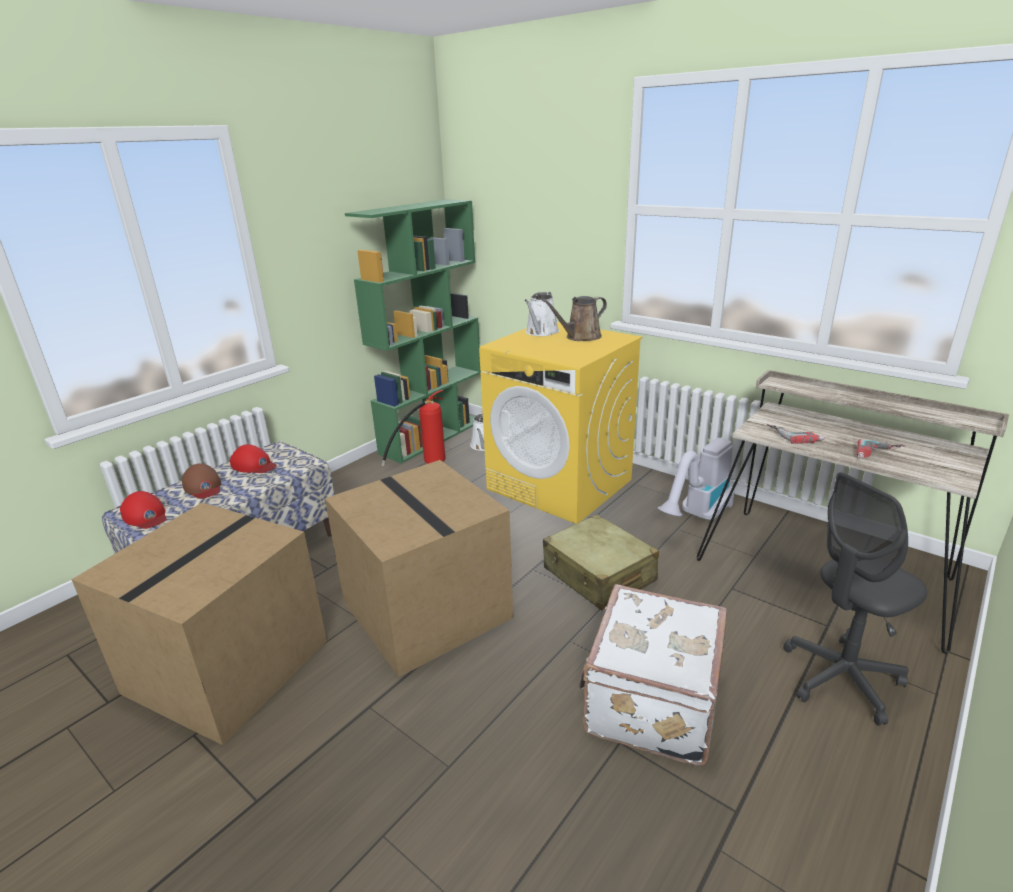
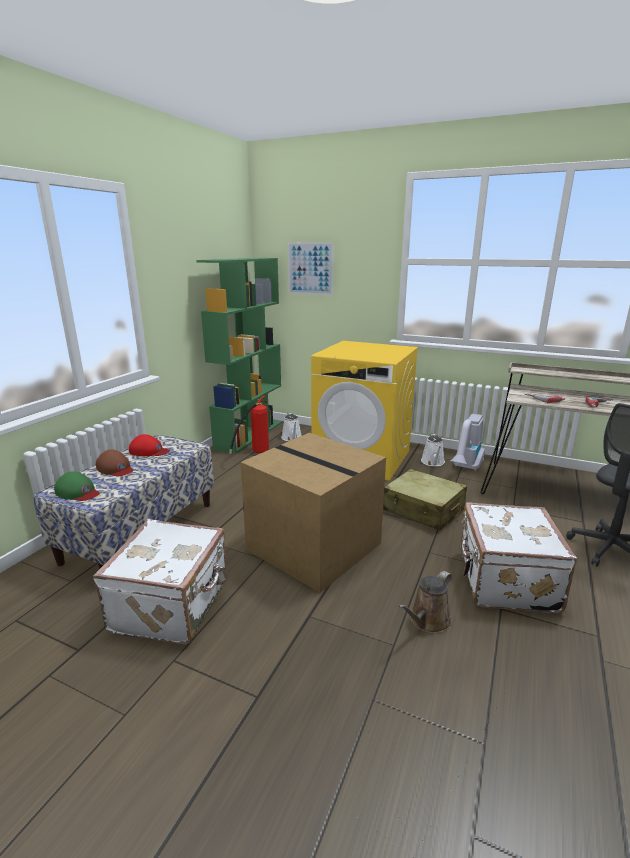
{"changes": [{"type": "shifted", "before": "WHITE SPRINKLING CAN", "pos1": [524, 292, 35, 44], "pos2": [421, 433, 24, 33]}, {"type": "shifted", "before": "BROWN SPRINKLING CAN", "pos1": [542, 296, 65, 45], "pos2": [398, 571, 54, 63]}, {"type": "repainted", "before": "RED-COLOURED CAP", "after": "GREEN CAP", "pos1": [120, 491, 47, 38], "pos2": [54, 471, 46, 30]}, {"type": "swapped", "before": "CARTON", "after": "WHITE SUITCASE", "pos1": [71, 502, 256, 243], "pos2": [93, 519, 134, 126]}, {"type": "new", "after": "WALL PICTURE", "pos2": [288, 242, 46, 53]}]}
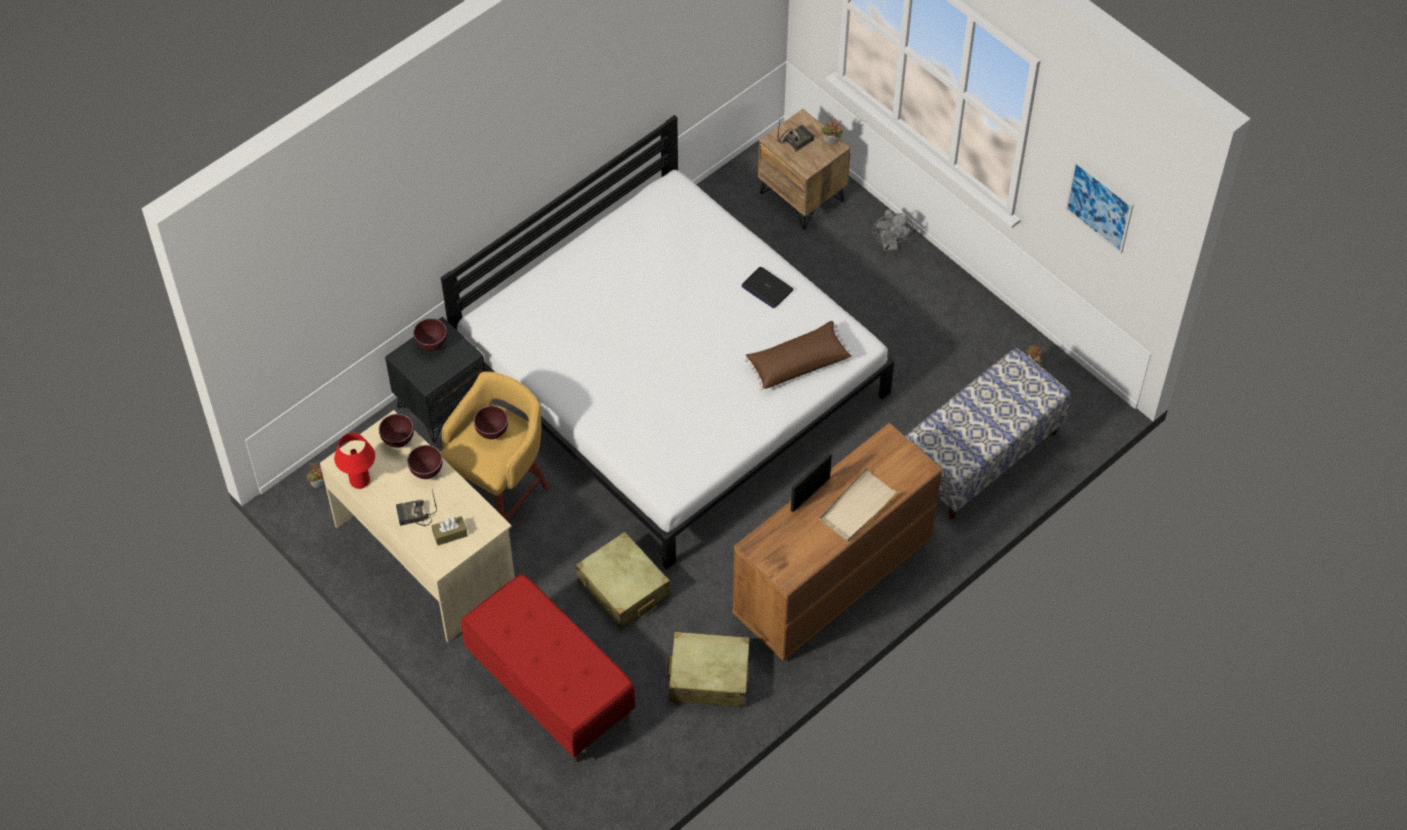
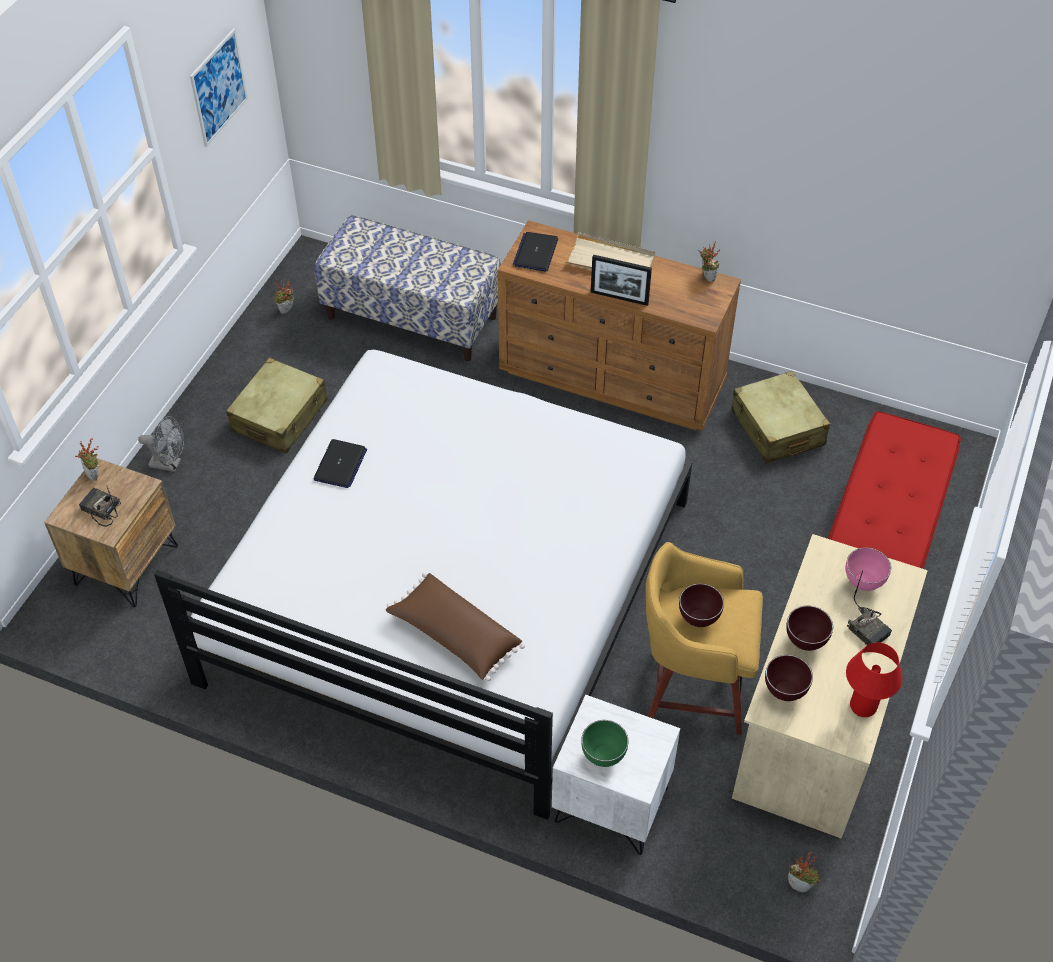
{"changes": [{"type": "rotated", "before": "GREY FAN", "pos1": [872, 209, 41, 42], "pos2": [138, 416, 46, 56], "turn": 45}, {"type": "repainted", "before": "BLACK-COLOURED NIGHTSTAND", "after": "WHITE NIGHTSTAND", "pos1": [385, 317, 100, 126], "pos2": [552, 695, 128, 160]}, {"type": "repainted", "before": "BROWN DEEP DISH", "after": "GREEN DEEP DISH", "pos1": [413, 318, 34, 33], "pos2": [581, 720, 48, 47]}, {"type": "shifted", "before": "BROWN THROW PILLOW", "pos1": [744, 321, 110, 69], "pos2": [386, 573, 139, 108]}, {"type": "swapped", "before": "BROWN TISSUE HOLDER", "after": "PINKISH DEEP DISH", "pos1": [432, 516, 36, 29], "pos2": [846, 547, 45, 44]}, {"type": "shifted", "before": "SAND-COLOURED SUITCASE", "pos1": [576, 532, 95, 97], "pos2": [226, 358, 102, 96]}, {"type": "new", "after": "NOTEBOOK COMPUTER", "pos2": [513, 232, 45, 40]}, {"type": "new", "after": "POTTED PLANT", "pos2": [699, 241, 21, 41]}]}
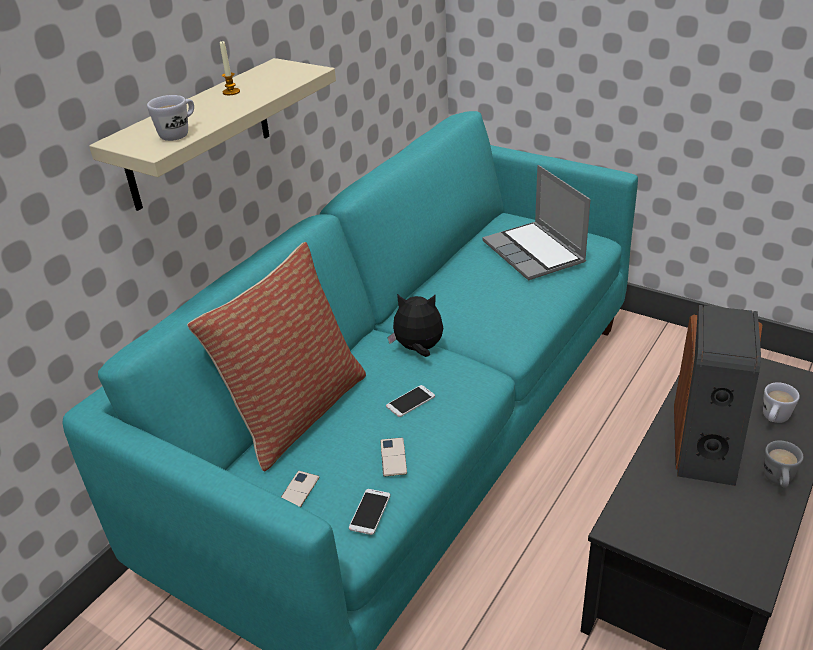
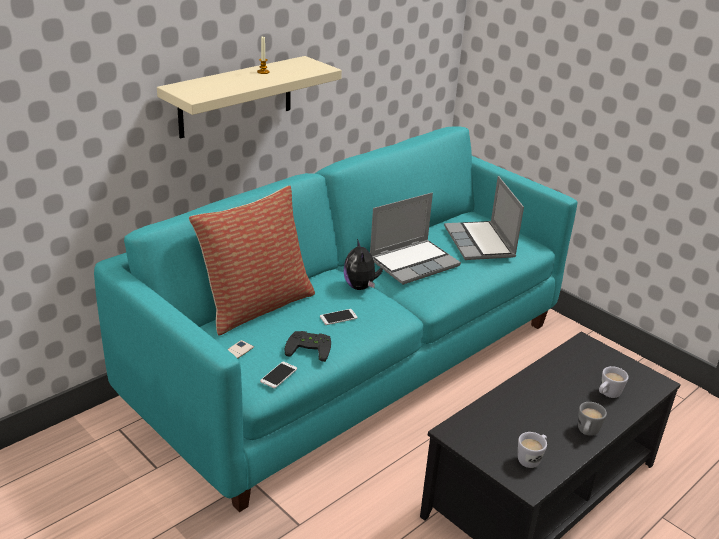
{"changes": [{"type": "shifted", "before": "WHITE MUG", "pos1": [147, 95, 47, 46], "pos2": [518, 432, 29, 36]}, {"type": "rotated", "before": "PLUSH TOY", "pos1": [387, 294, 56, 63], "pos2": [344, 239, 39, 51], "turn": -120}, {"type": "gone", "before": "SPEAKER", "pos1": [674, 305, 89, 181]}, {"type": "swapped", "before": "HANDSET", "after": "BLACK-COLOURED JOYPAD", "pos1": [380, 437, 27, 40], "pos2": [285, 331, 46, 31]}, {"type": "new", "after": "NOTEBOOK COMPUTER", "pos2": [370, 193, 91, 92]}]}
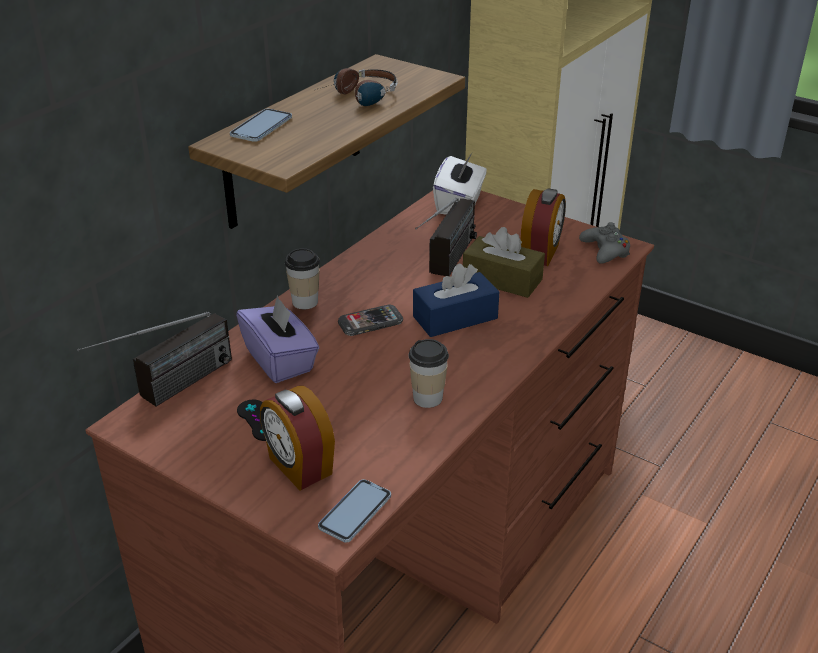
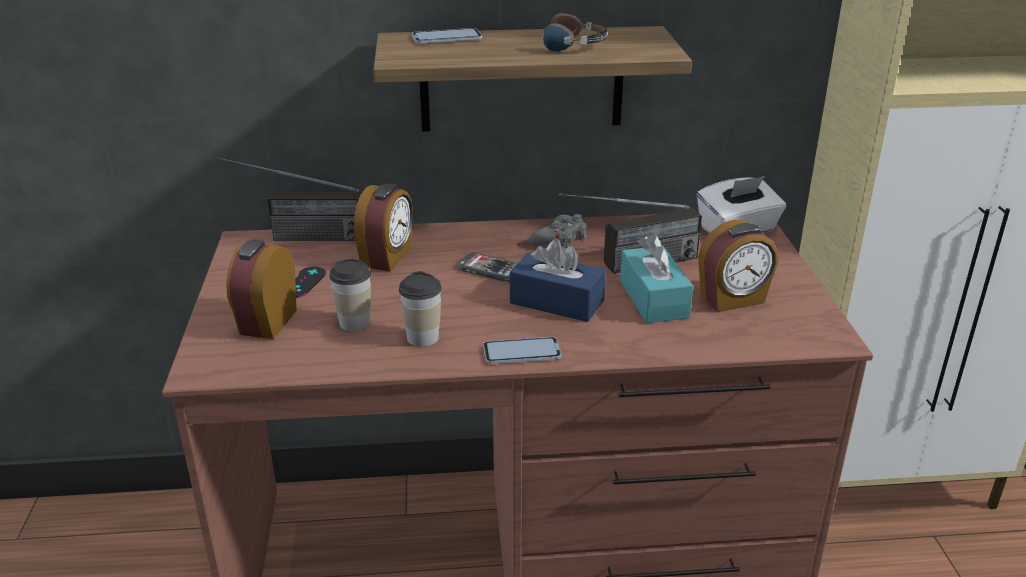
{"changes": [{"type": "shifted", "before": "GREY JOYPAD", "pos1": [579, 222, 51, 42], "pos2": [528, 214, 59, 34]}, {"type": "repainted", "before": "BROWN TISSUE HOLDER", "after": "TURQUOISE TISSUE HOLDER", "pos1": [463, 227, 82, 71], "pos2": [620, 234, 73, 89]}, {"type": "shifted", "before": "CUP", "pos1": [285, 248, 35, 61], "pos2": [329, 259, 42, 72]}, {"type": "swapped", "before": "PURPLE TISSUE HOLDER", "after": "BEDSIDE CLOCK", "pos1": [236, 295, 83, 88], "pos2": [354, 184, 59, 88]}, {"type": "shifted", "before": "HANDSET", "pos1": [318, 479, 73, 64], "pos2": [483, 337, 78, 27]}]}
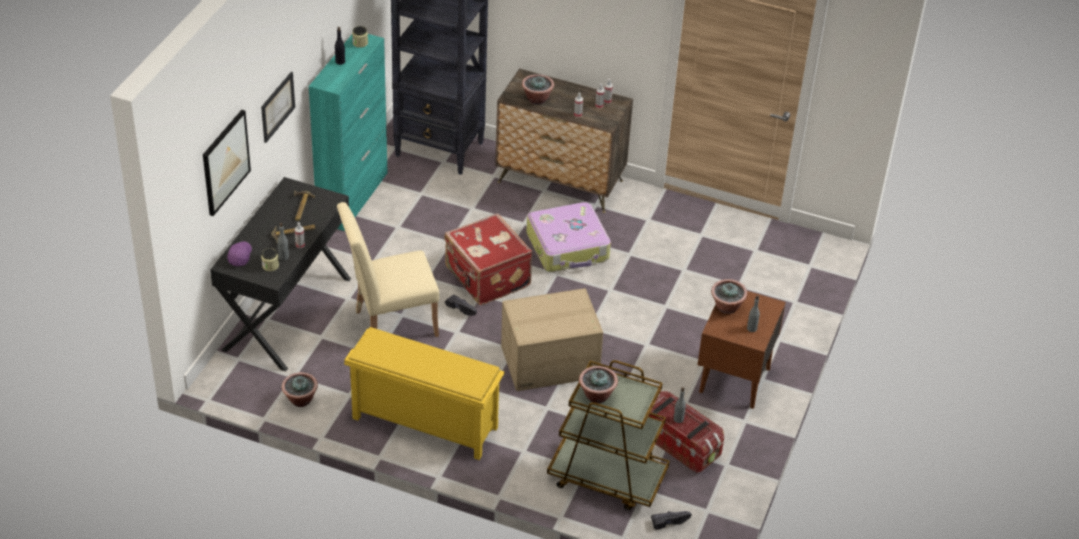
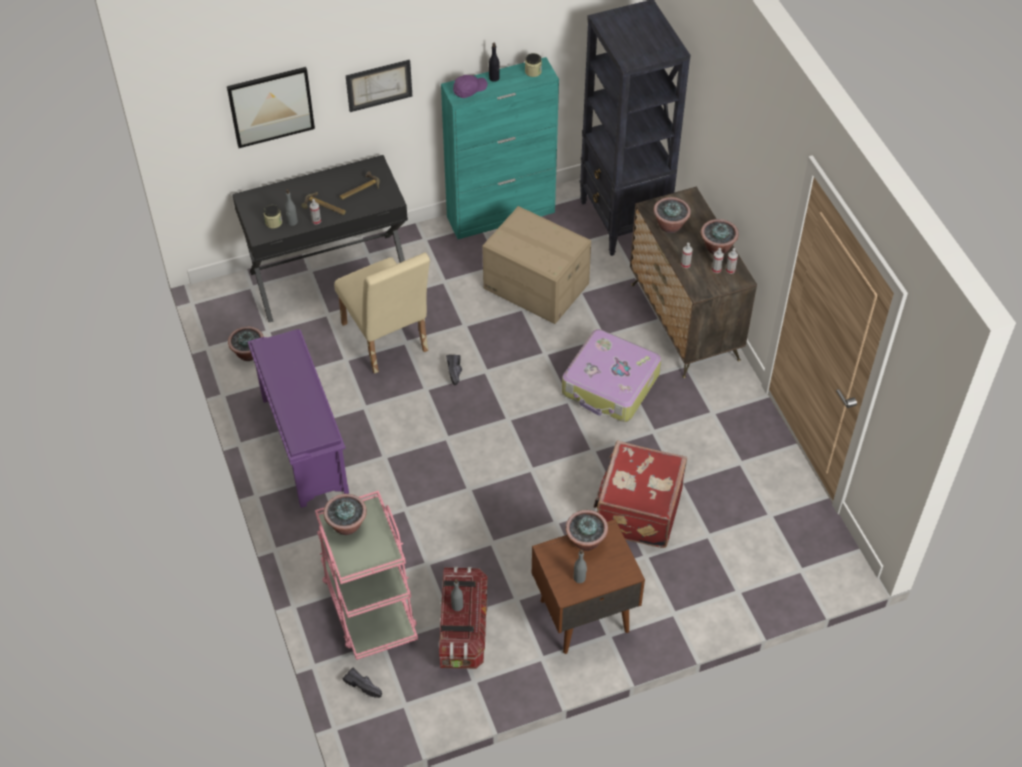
{"changes": [{"type": "rotated", "before": "SAND-COLOURED UPRIGHT CHAIR", "pos1": [337, 202, 102, 135], "pos2": [334, 252, 96, 122], "turn": -150}, {"type": "shifted", "before": "RED-COLOURED SUITCASE", "pos1": [444, 213, 88, 92], "pos2": [594, 441, 93, 107]}, {"type": "shifted", "before": "PURPLE CAP", "pos1": [227, 241, 25, 25], "pos2": [453, 75, 35, 23]}, {"type": "shifted", "before": "CARTON", "pos1": [501, 288, 102, 103], "pos2": [482, 206, 109, 118]}, {"type": "repainted", "before": "YELLOW SHOE RACK", "after": "PURPLE SHOE RACK", "pos1": [344, 327, 161, 133], "pos2": [248, 329, 101, 179]}, {"type": "repainted", "before": "BROWN TROLLEY", "after": "PINKISH TROLLEY", "pos1": [547, 360, 123, 150], "pos2": [315, 491, 103, 169]}, {"type": "new", "after": "POTTED PLANT", "pos2": [701, 219, 38, 36]}]}
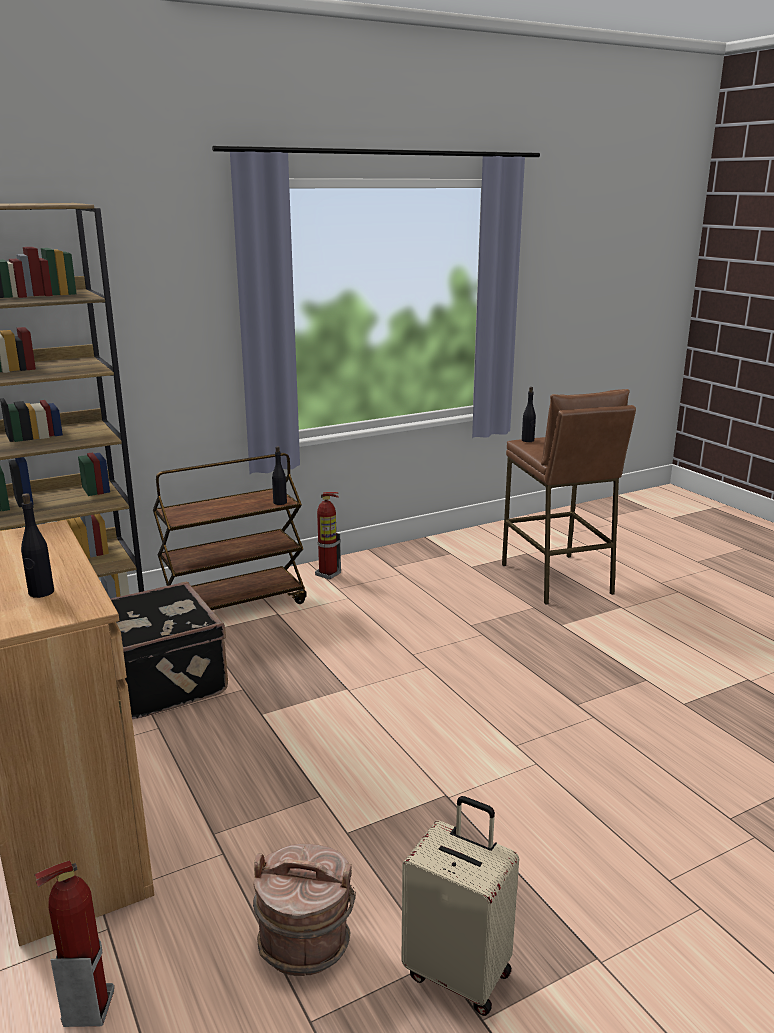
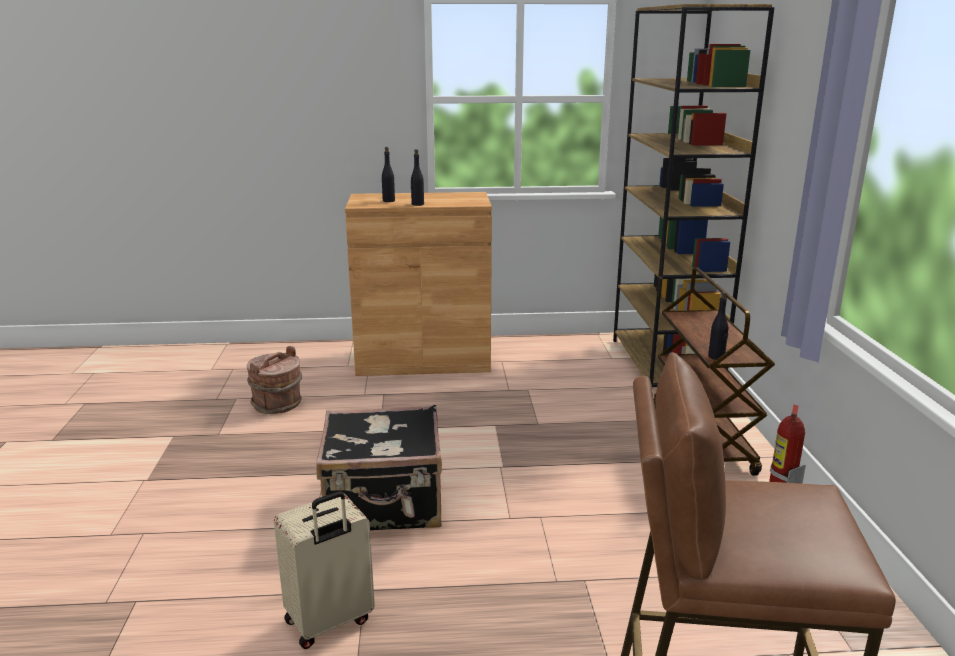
{"changes": [{"type": "shifted", "before": "BLACK-COLOURED DRINK BOTTLE", "pos1": [522, 387, 14, 55], "pos2": [411, 149, 13, 57]}, {"type": "shifted", "before": "BLACK-COLOURED SUITCASE", "pos1": [110, 582, 118, 137], "pos2": [316, 405, 126, 125]}, {"type": "shifted", "before": "SAND-COLOURED SUITCASE", "pos1": [401, 796, 118, 220], "pos2": [274, 491, 101, 158]}, {"type": "gone", "before": "FIRE EXTINGUISHER", "pos1": [35, 861, 79, 166]}]}
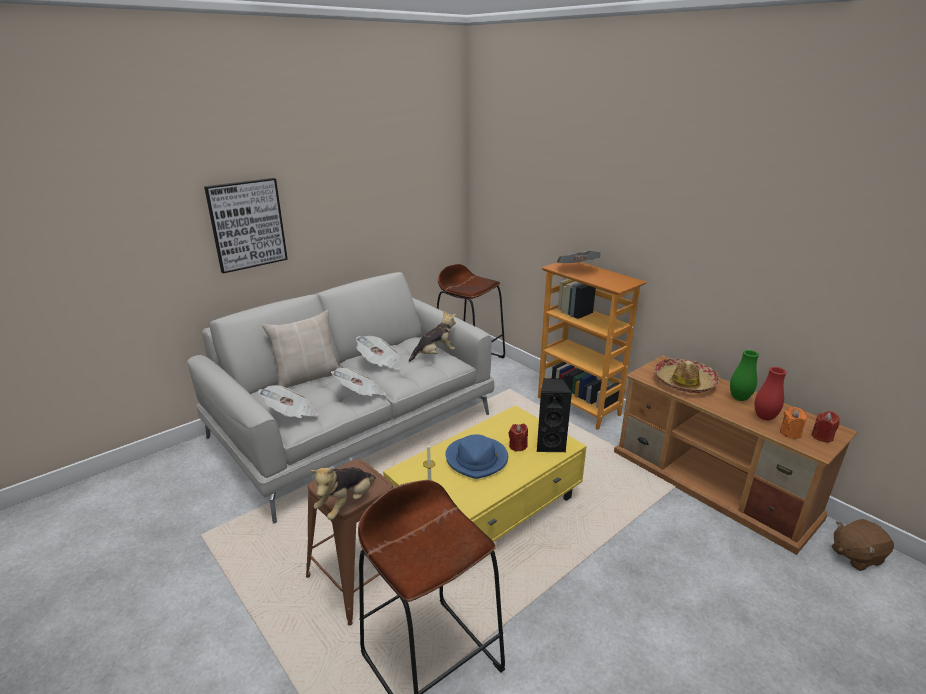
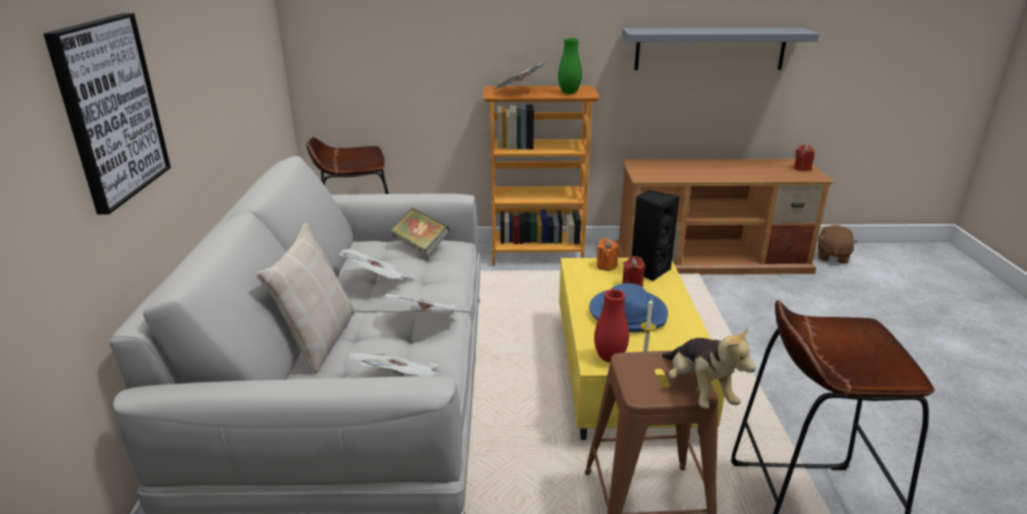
{"changes": [{"type": "swapped", "before": "PLUSH TOY", "after": "BOUND BOOK", "pos1": [409, 311, 47, 51], "pos2": [390, 208, 60, 48]}, {"type": "shifted", "before": "GREEN VASE", "pos1": [730, 350, 29, 51], "pos2": [558, 38, 24, 56]}, {"type": "gone", "before": "WEARABLE HAT", "pos1": [654, 359, 66, 34]}, {"type": "shifted", "before": "RED-COLOURED VASE", "pos1": [755, 367, 31, 53], "pos2": [594, 289, 35, 73]}, {"type": "shifted", "before": "ORANGEY WAX LIGHT", "pos1": [780, 407, 27, 32], "pos2": [597, 238, 22, 33]}, {"type": "new", "after": "GREY SHELF", "pos2": [622, 28, 197, 42]}]}
